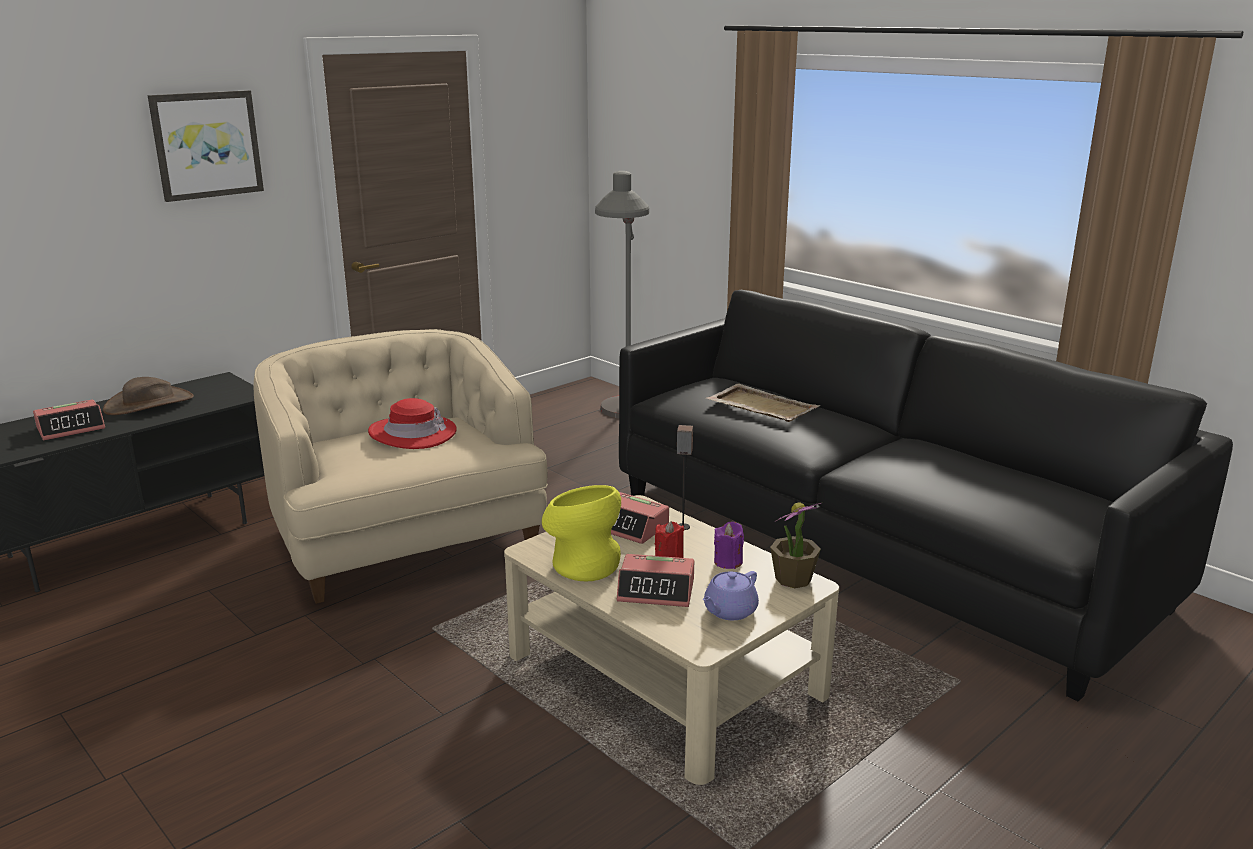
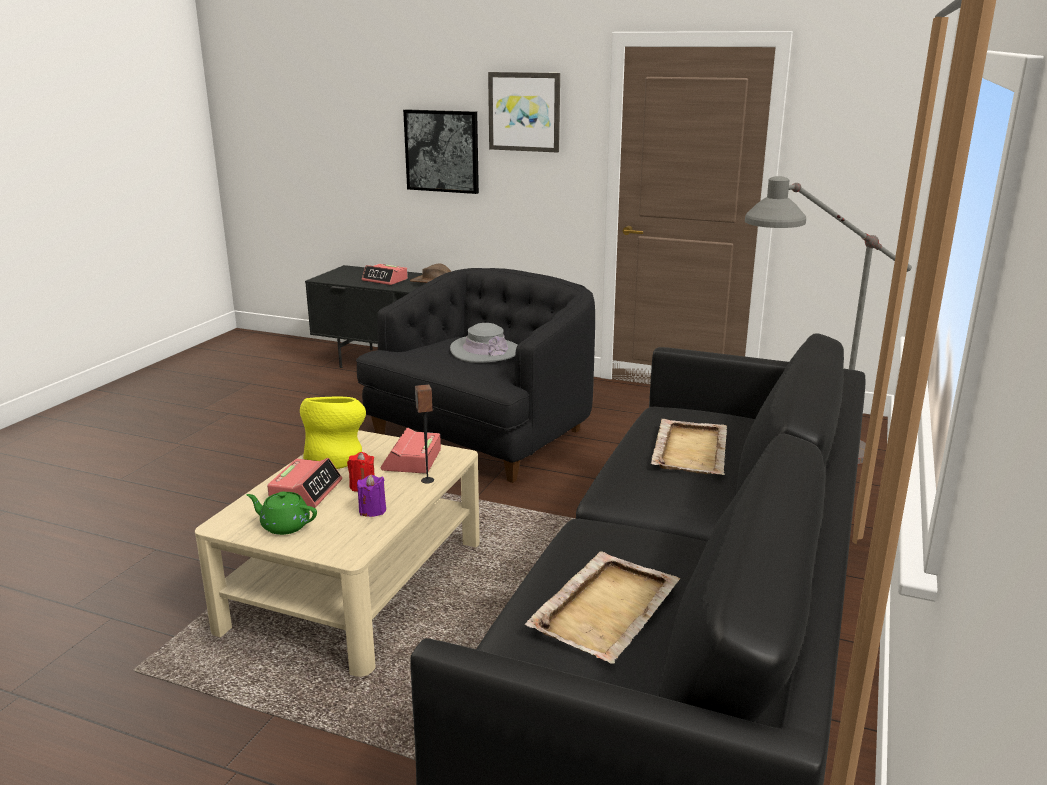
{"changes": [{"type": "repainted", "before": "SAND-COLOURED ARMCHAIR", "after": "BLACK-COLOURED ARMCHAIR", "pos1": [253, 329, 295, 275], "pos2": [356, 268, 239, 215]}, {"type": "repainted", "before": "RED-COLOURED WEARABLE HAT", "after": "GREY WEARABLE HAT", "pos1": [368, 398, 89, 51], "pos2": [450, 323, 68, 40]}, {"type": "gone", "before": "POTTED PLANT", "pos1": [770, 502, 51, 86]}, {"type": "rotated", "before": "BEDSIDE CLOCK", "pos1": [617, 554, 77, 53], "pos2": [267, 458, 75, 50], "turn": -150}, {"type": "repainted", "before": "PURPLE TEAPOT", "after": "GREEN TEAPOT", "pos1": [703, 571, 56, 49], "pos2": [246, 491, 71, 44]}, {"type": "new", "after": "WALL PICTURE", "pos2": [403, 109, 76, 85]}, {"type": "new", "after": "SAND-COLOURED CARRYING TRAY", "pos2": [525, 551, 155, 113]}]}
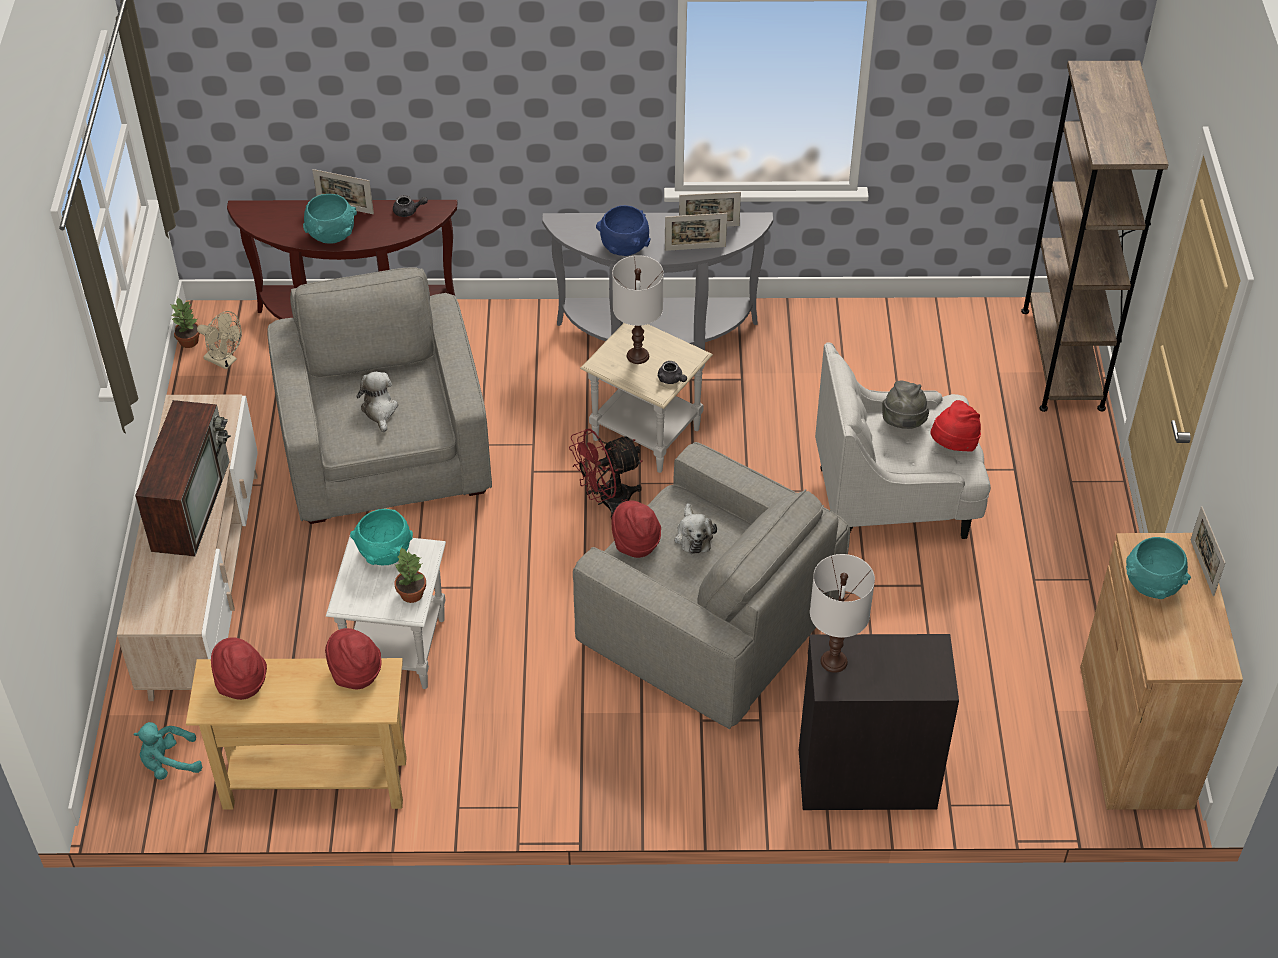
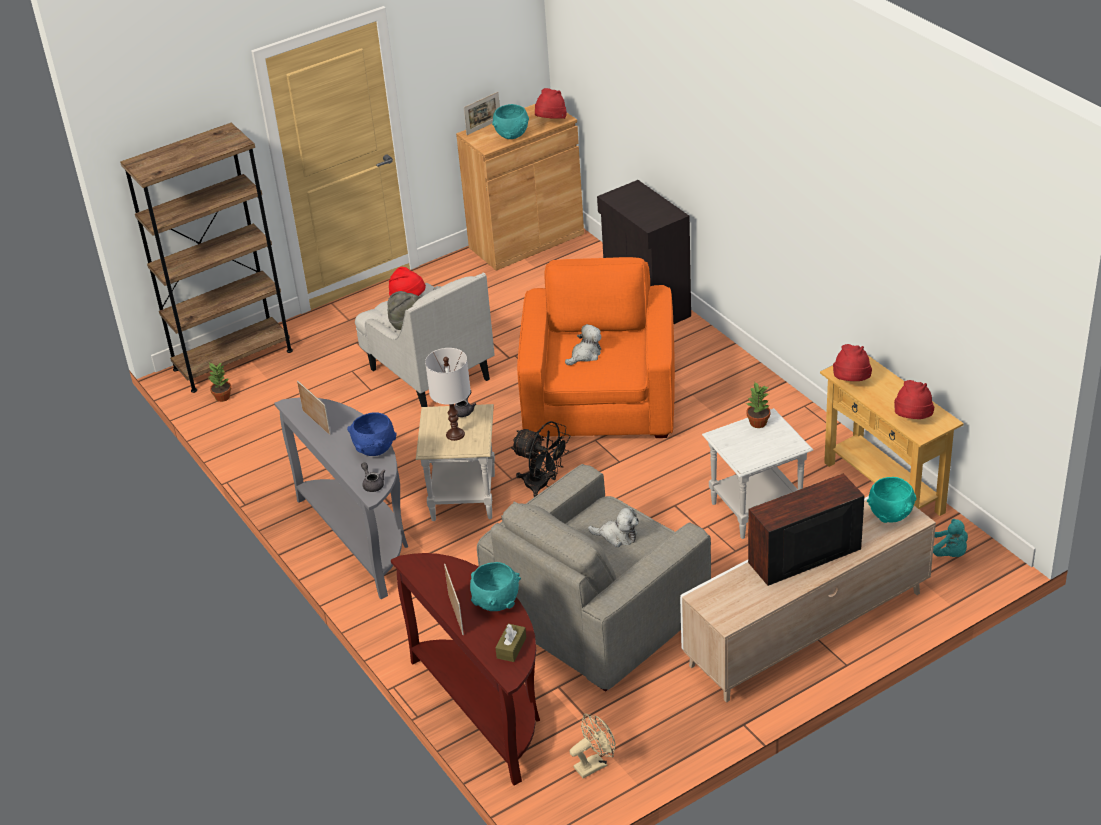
{"changes": [{"type": "shifted", "before": "GREY TEAPOT", "pos1": [393, 195, 35, 22], "pos2": [361, 462, 24, 30]}, {"type": "gone", "before": "PICTURE FRAME", "pos1": [665, 213, 62, 38]}, {"type": "shifted", "before": "POTTED PLANT", "pos1": [171, 298, 29, 50], "pos2": [209, 363, 22, 39]}, {"type": "rotated", "before": "SAND-COLOURED FAN", "pos1": [197, 311, 45, 59], "pos2": [570, 714, 46, 64], "turn": 60}, {"type": "rotated", "before": "PLUSH TOY", "pos1": [356, 372, 42, 60], "pos2": [588, 507, 51, 40], "turn": -120}, {"type": "repainted", "before": "RED-COLOURED FAN", "after": "BLACK-COLOURED FAN", "pos1": [569, 429, 73, 91], "pos2": [511, 421, 59, 76]}, {"type": "repainted", "before": "GREY ARMCHAIR", "after": "ORANGEY ARMCHAIR", "pos1": [573, 442, 277, 287], "pos2": [517, 257, 158, 181]}, {"type": "shifted", "before": "RED-COLOURED WEARABLE HAT", "pos1": [611, 500, 50, 58], "pos2": [535, 88, 32, 31]}, {"type": "shifted", "before": "TURQUOISE DEEP DISH", "pos1": [350, 509, 63, 57], "pos2": [867, 477, 49, 46]}, {"type": "gone", "before": "WHITE TABLETOP LAMP", "pos1": [810, 554, 65, 119]}, {"type": "new", "after": "BROWN TISSUE HOLDER", "pos2": [496, 624, 30, 38]}]}
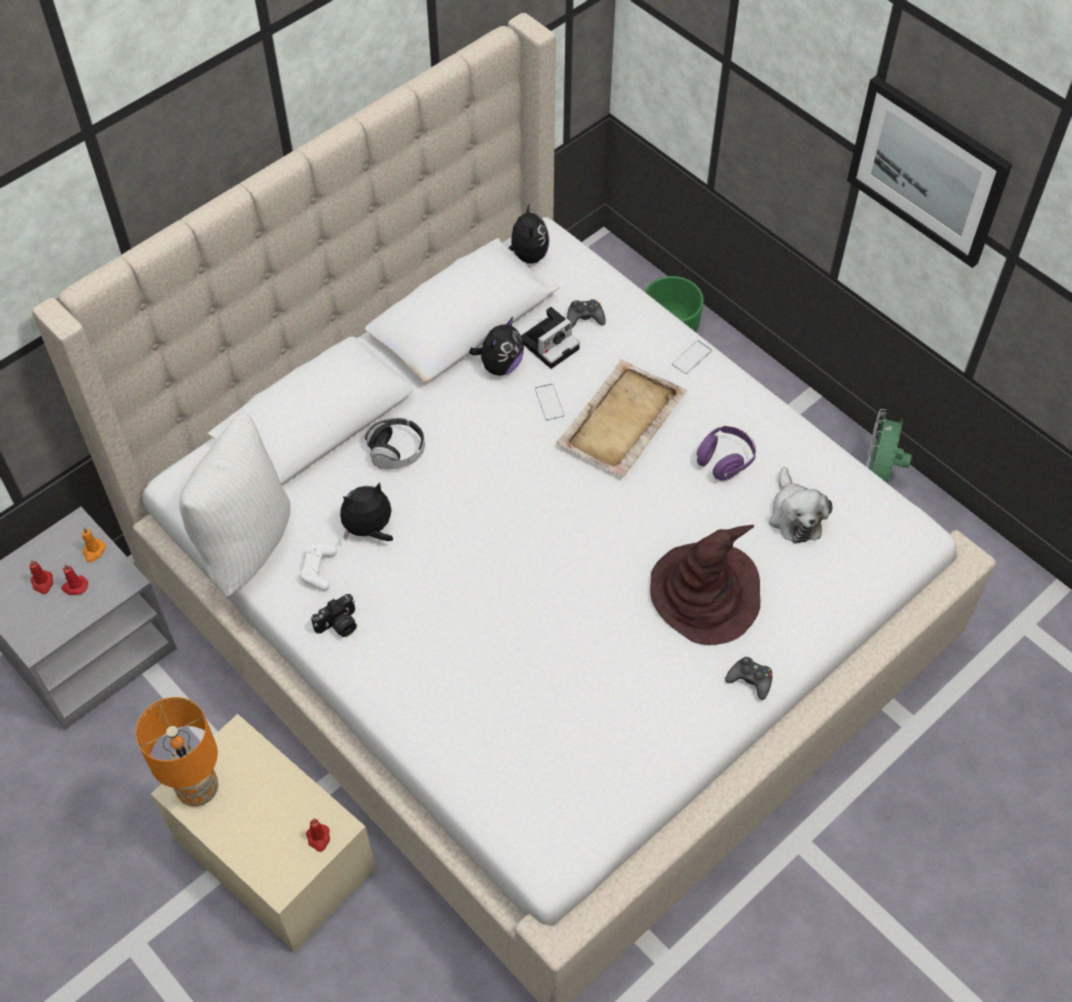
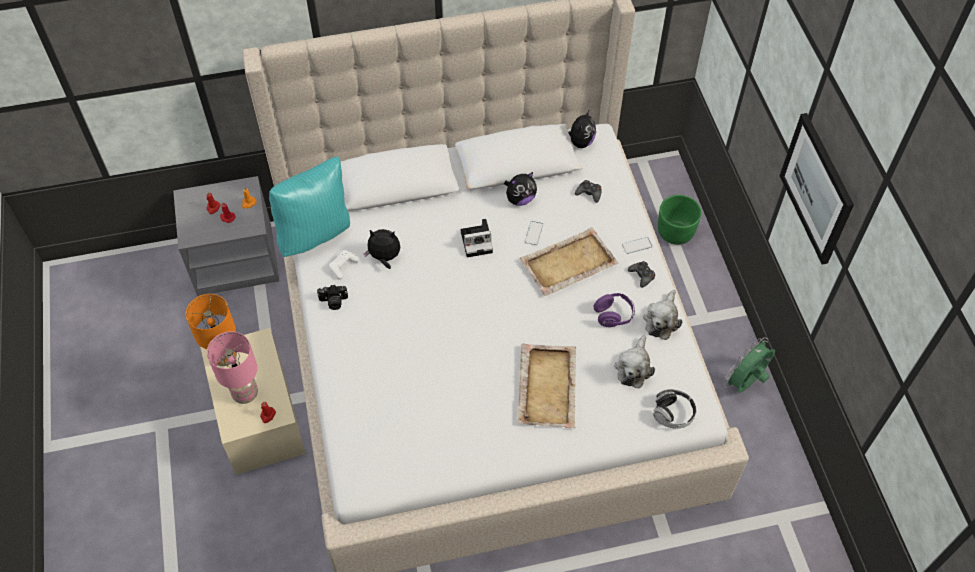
{"changes": [{"type": "shifted", "before": "PHOTO CAMERA", "pos1": [521, 307, 59, 62], "pos2": [461, 219, 32, 38]}, {"type": "repainted", "before": "WHITE THROW PILLOW", "after": "TURQUOISE THROW PILLOW", "pos1": [179, 411, 112, 186], "pos2": [269, 157, 81, 100]}, {"type": "shifted", "before": "HEADSET", "pos1": [365, 418, 60, 52], "pos2": [653, 389, 43, 40]}, {"type": "swapped", "before": "BROWN WEARABLE HAT", "after": "SAND-COLOURED CARRYING TRAY", "pos1": [650, 525, 110, 120], "pos2": [518, 343, 58, 86]}, {"type": "shifted", "before": "BLACK-COLOURED JOYPAD", "pos1": [725, 657, 47, 43], "pos2": [628, 261, 27, 27]}, {"type": "new", "after": "PLUSH TOY", "pos2": [643, 290, 39, 50]}, {"type": "new", "after": "PINKISH TABLETOP LAMP", "pos2": [207, 331, 51, 73]}]}
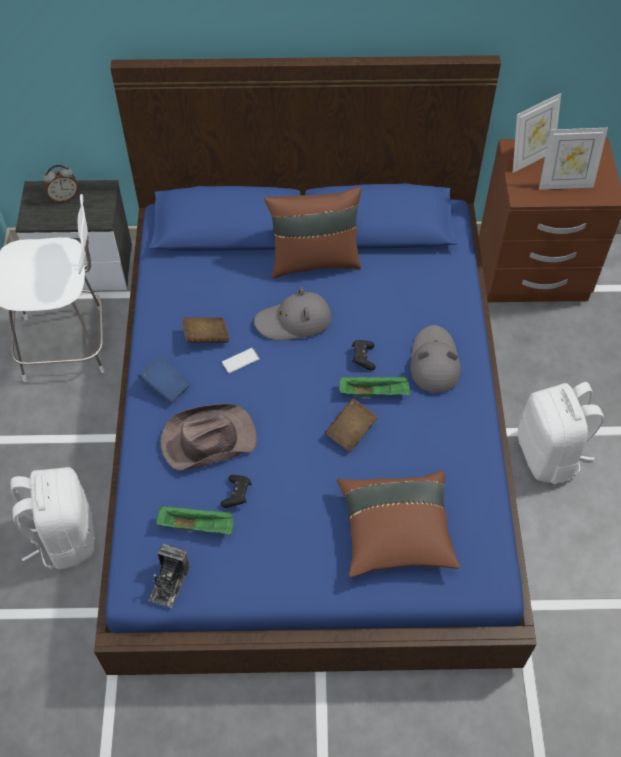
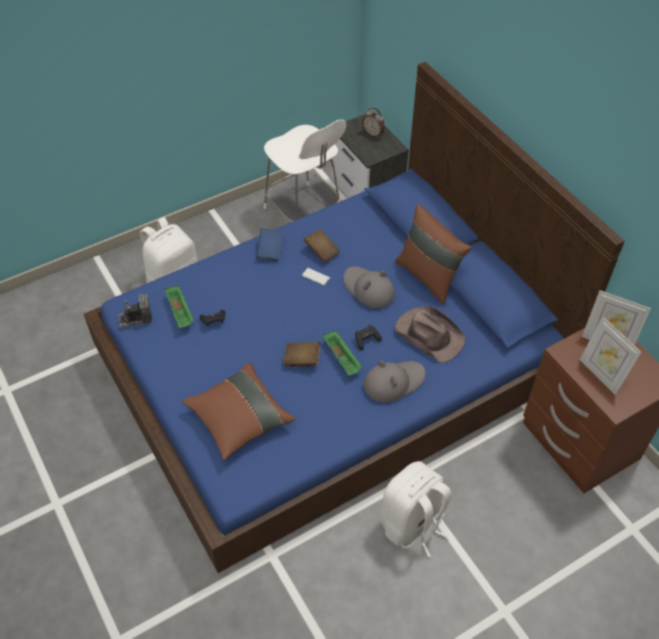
{"changes": [{"type": "shifted", "before": "BROWN WEARABLE HAT", "pos1": [161, 404, 96, 66], "pos2": [395, 306, 70, 57]}]}
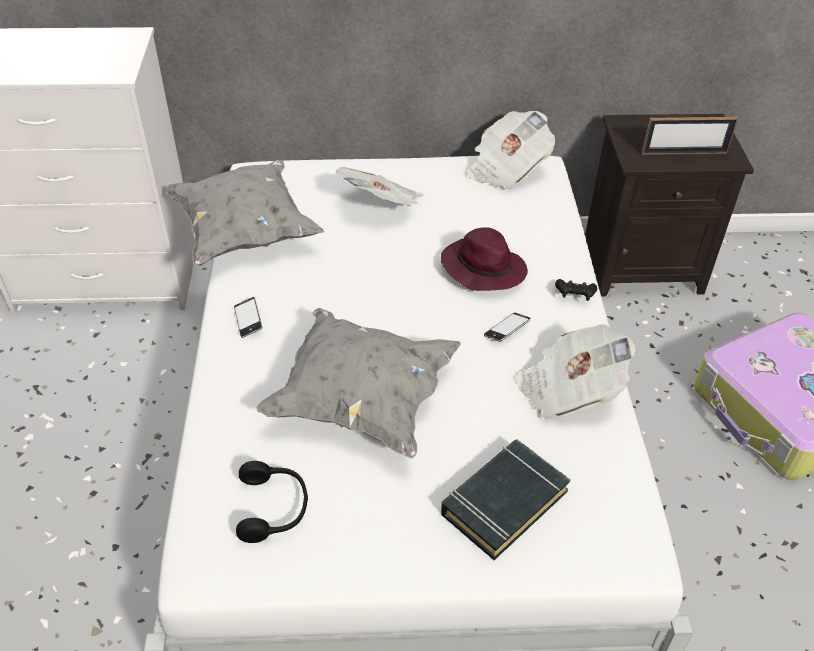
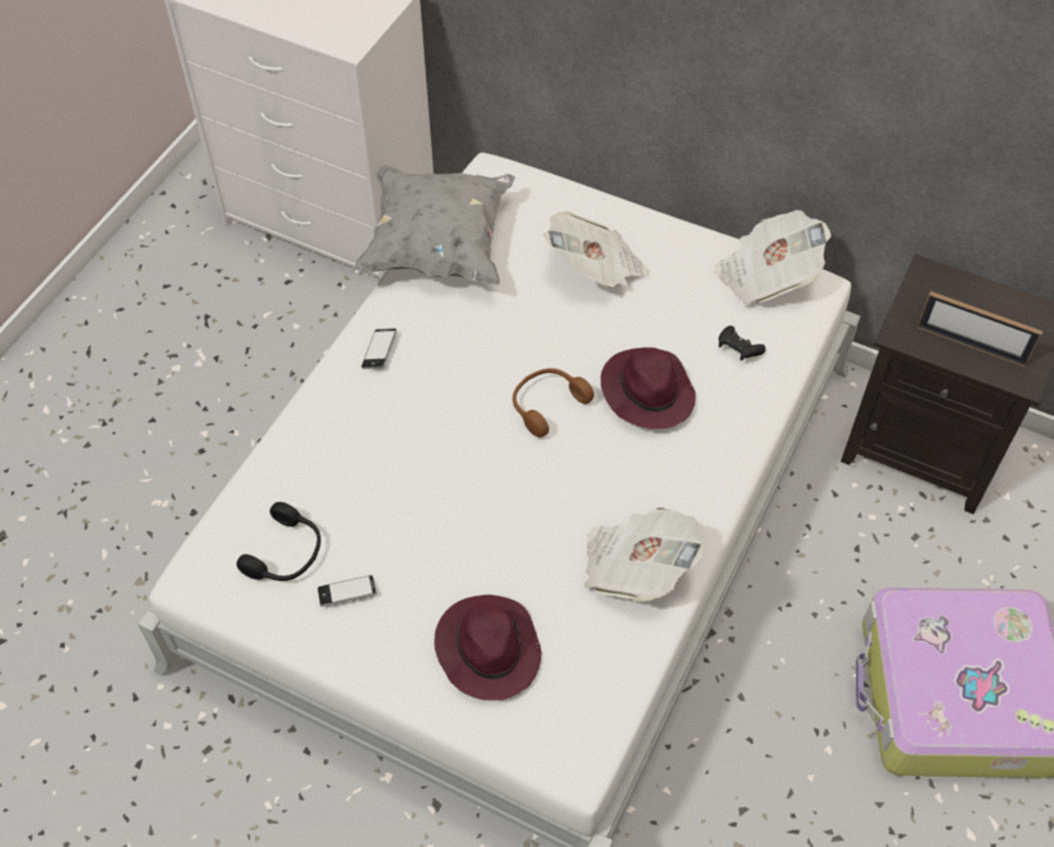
{"changes": [{"type": "shifted", "before": "BLACK-COLOURED JOYPAD", "pos1": [555, 279, 42, 22], "pos2": [719, 326, 47, 35]}, {"type": "gone", "before": "GREY THROW PILLOW", "pos1": [257, 308, 204, 150]}, {"type": "shifted", "before": "HANDSET", "pos1": [484, 313, 47, 29], "pos2": [318, 575, 58, 31]}, {"type": "swapped", "before": "BLACK-COLOURED BOUND BOOK", "after": "PURPLE WEARABLE HAT", "pos1": [441, 440, 129, 120], "pos2": [434, 595, 108, 106]}, {"type": "new", "after": "BROWN HEADSET", "pos2": [513, 368, 81, 69]}]}
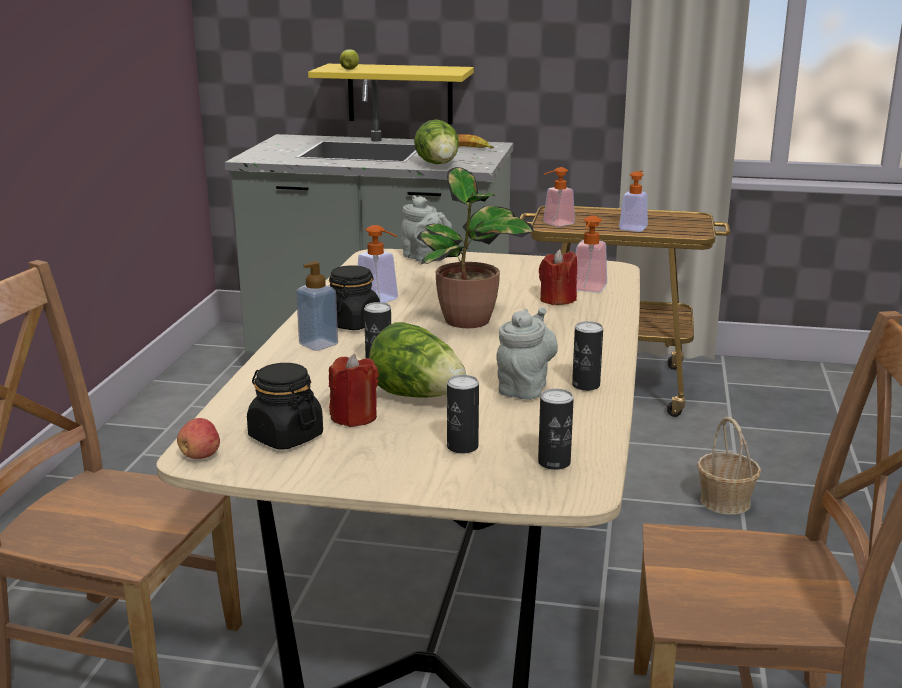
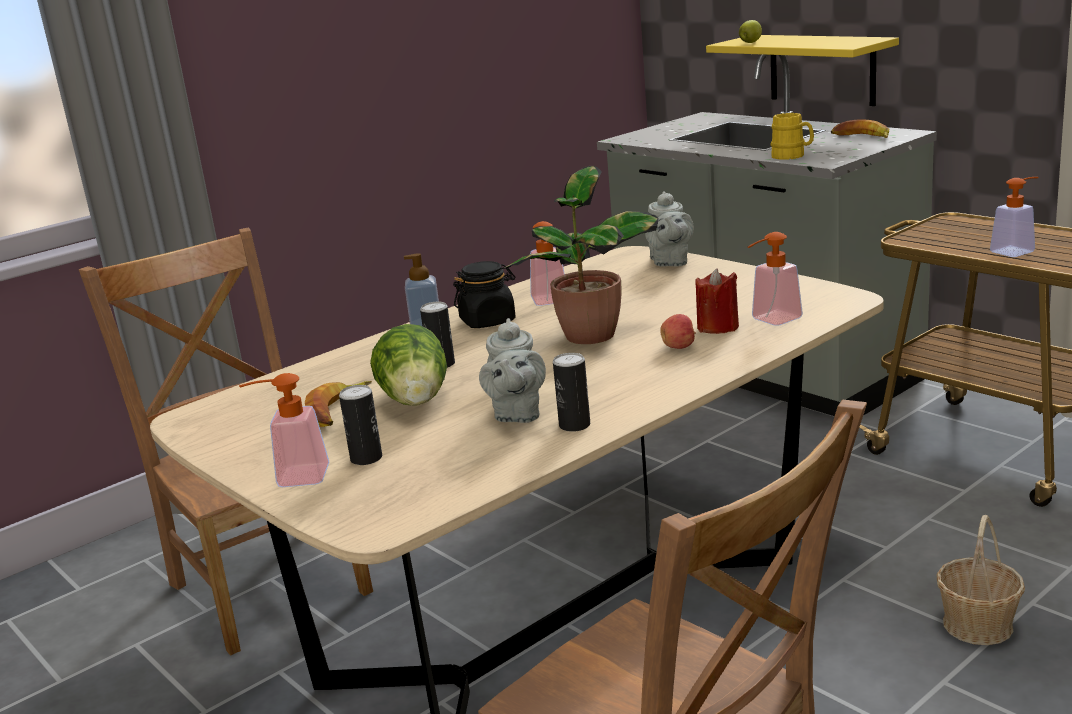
{"changes": [{"type": "swapped", "before": "HEAD OF LETTUCE", "after": "YELLOW MUG", "pos1": [414, 119, 45, 45], "pos2": [771, 113, 43, 47]}, {"type": "shifted", "before": "LIQUID SOAP BOTTLE", "pos1": [543, 167, 32, 60], "pos2": [239, 373, 90, 114]}, {"type": "rotated", "before": "GREY TEAPOT", "pos1": [496, 307, 62, 93], "pos2": [479, 318, 67, 105], "turn": 120}, {"type": "swapped", "before": "RED-COLOURED WAX LIGHT", "after": "BANANA", "pos1": [329, 354, 50, 73], "pos2": [305, 381, 67, 46]}, {"type": "gone", "before": "BLACK-COLOURED STORAGE JAR", "pos1": [247, 363, 76, 86]}, {"type": "gone", "before": "METAL CAN", "pos1": [538, 389, 36, 81]}, {"type": "shifted", "before": "APPLE", "pos1": [177, 418, 43, 41], "pos2": [660, 314, 36, 35]}]}
